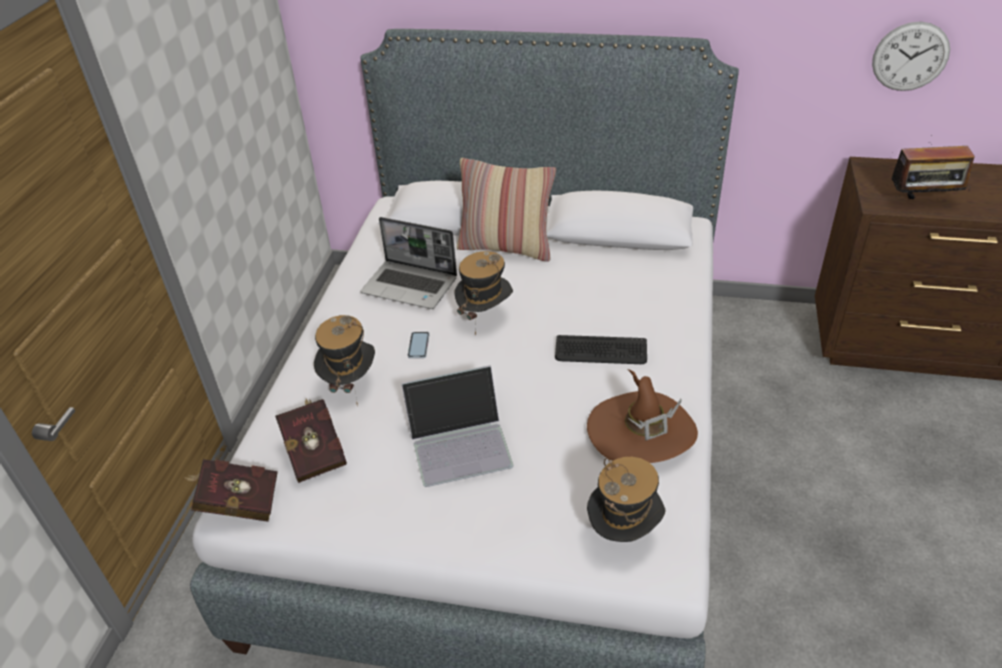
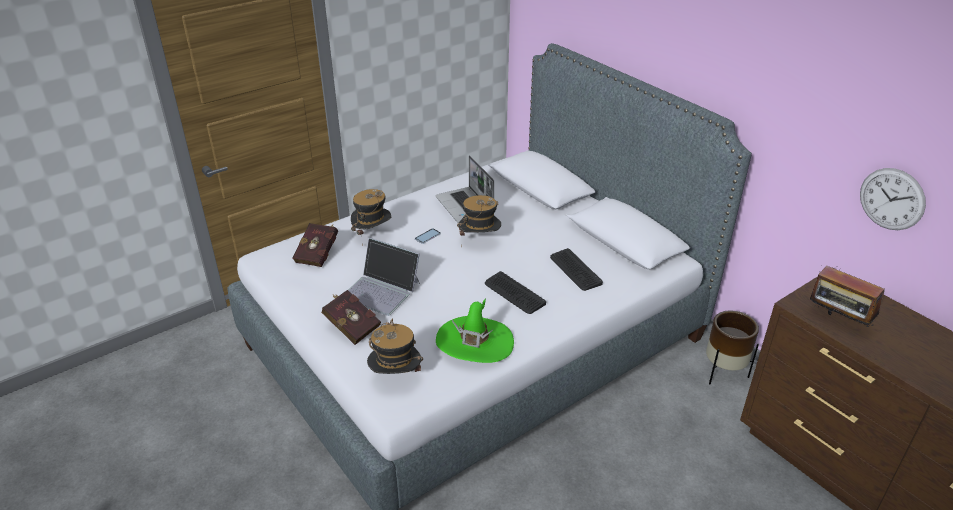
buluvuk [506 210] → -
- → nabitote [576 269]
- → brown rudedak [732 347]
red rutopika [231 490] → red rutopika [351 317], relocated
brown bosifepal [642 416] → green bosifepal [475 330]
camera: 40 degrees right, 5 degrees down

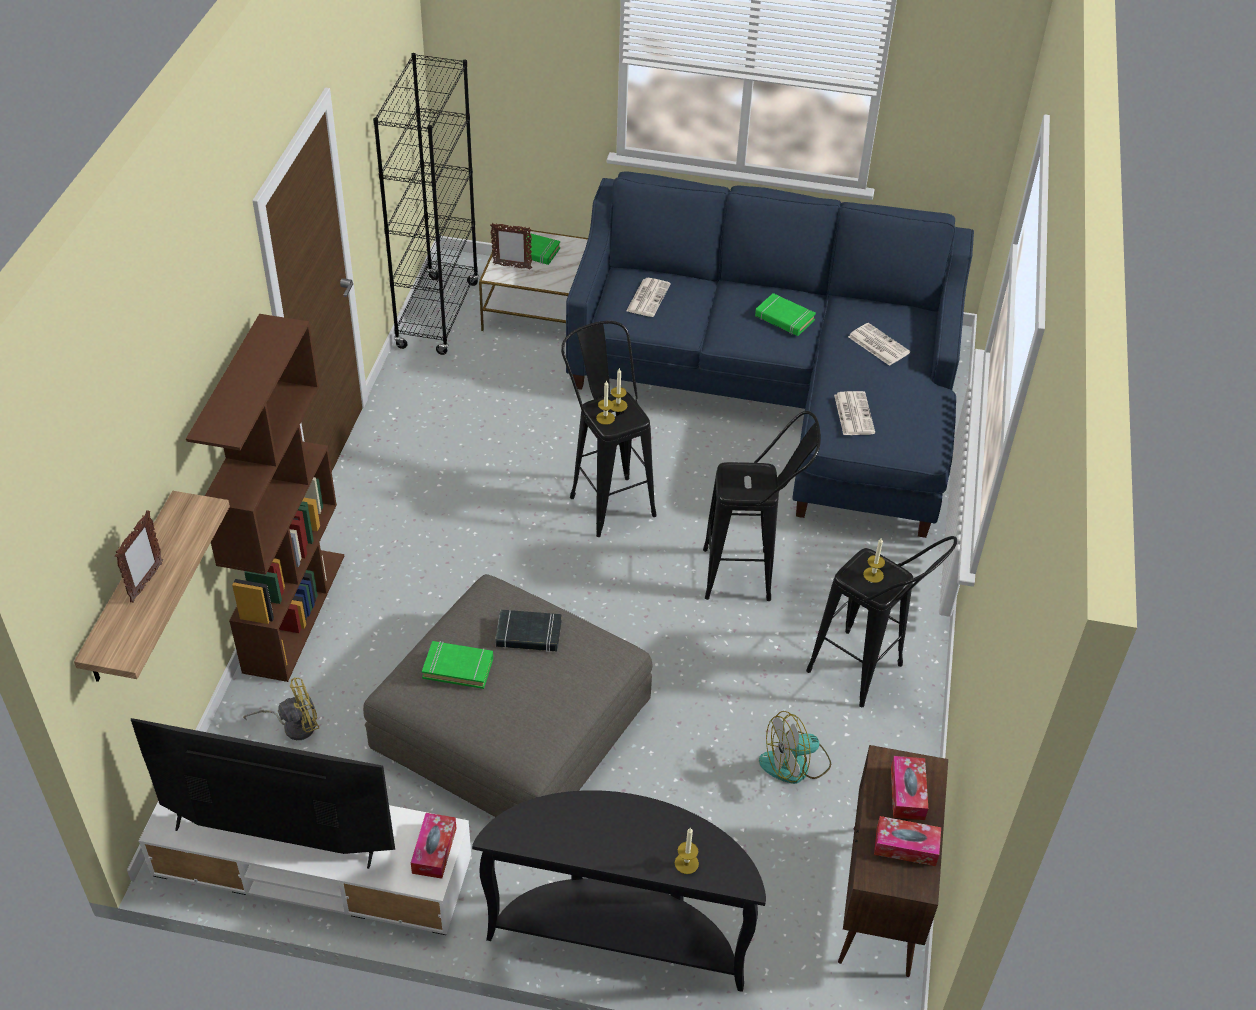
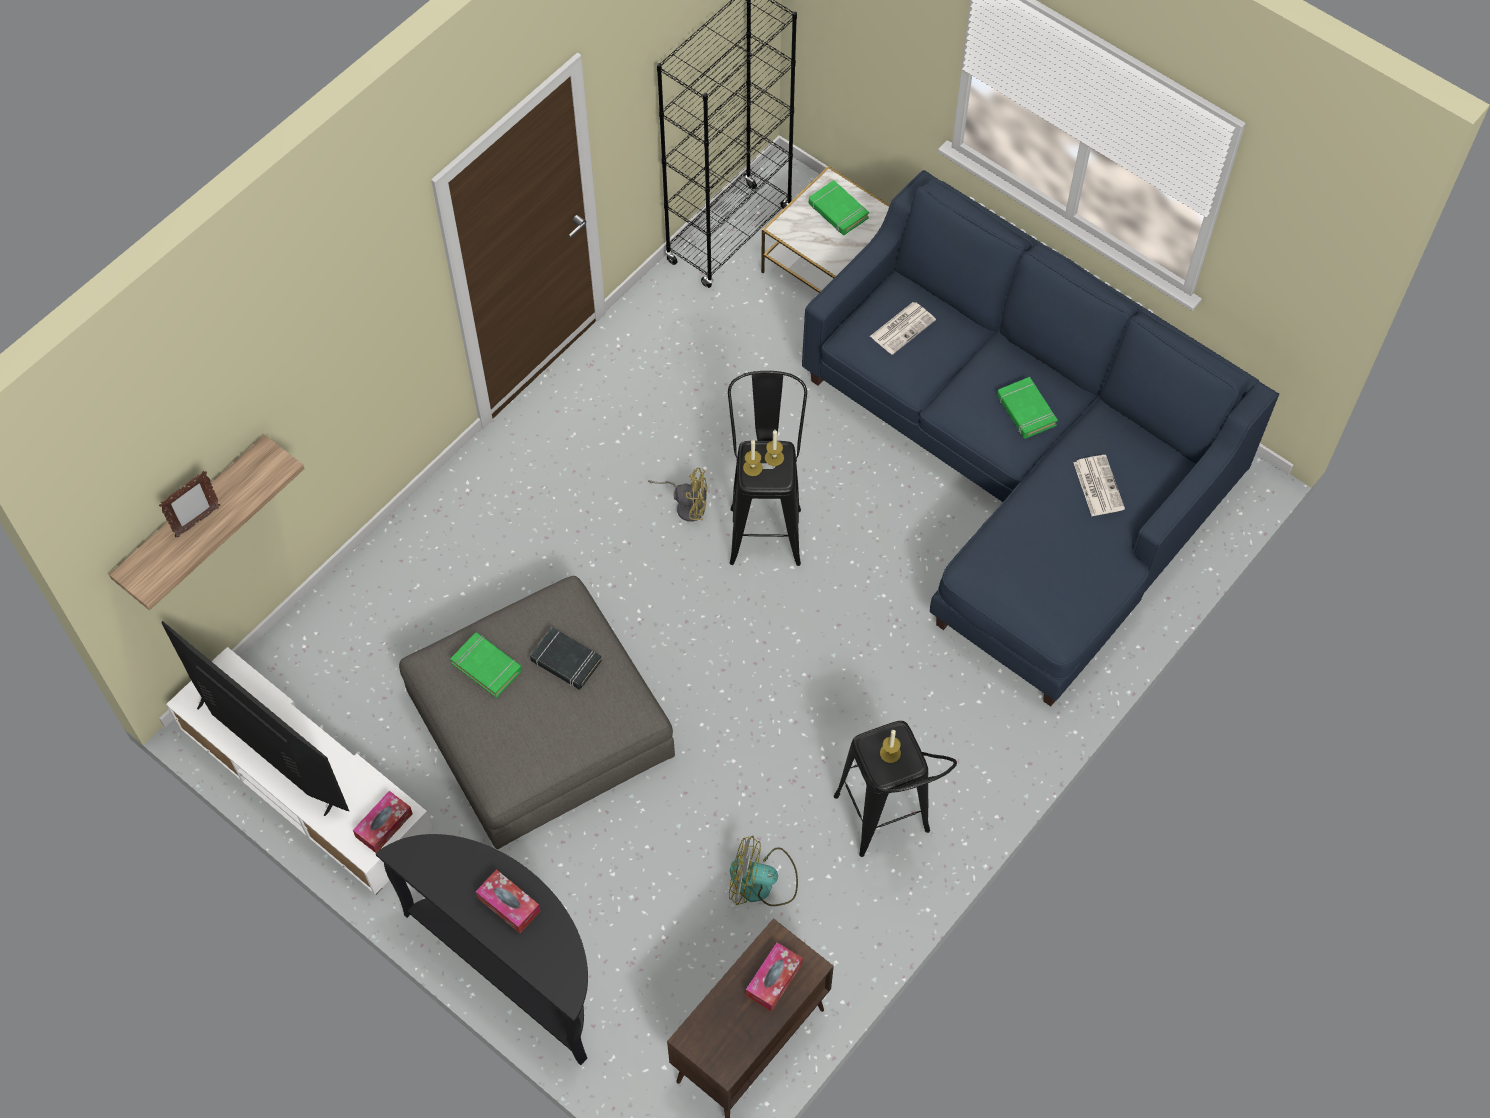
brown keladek [265 498] → -
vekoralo [511 246] → -
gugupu [687 850] → -
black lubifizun [762 506] → -
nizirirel [854 413] → -
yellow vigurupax [281 708] → yellow vigurupax [678 495], relocated
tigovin [907 841] → tigovin [508 901], relocated
camera: 30 degrees right, 15 degrees up

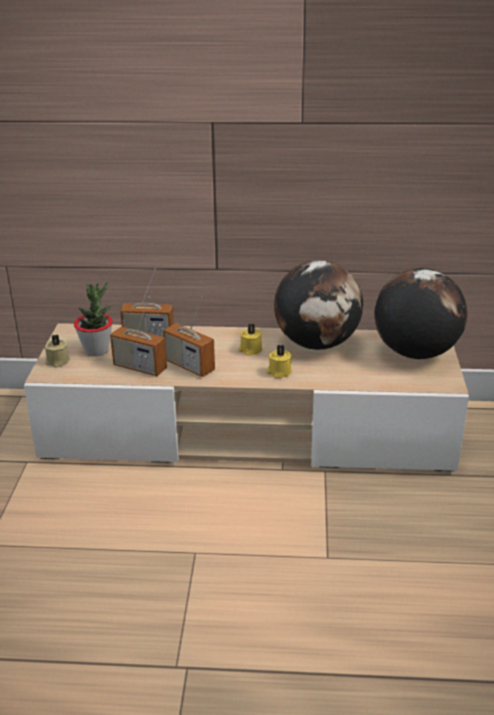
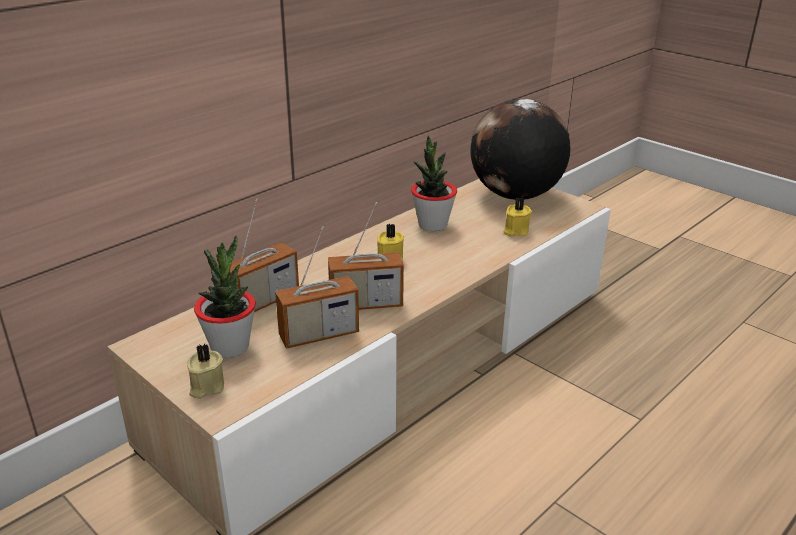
yellow gugupu [279 361] → yellow gugupu [517 216], relocated
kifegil [319 305] → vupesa [434 183]
camera: 50 degrees left, 0 degrees up

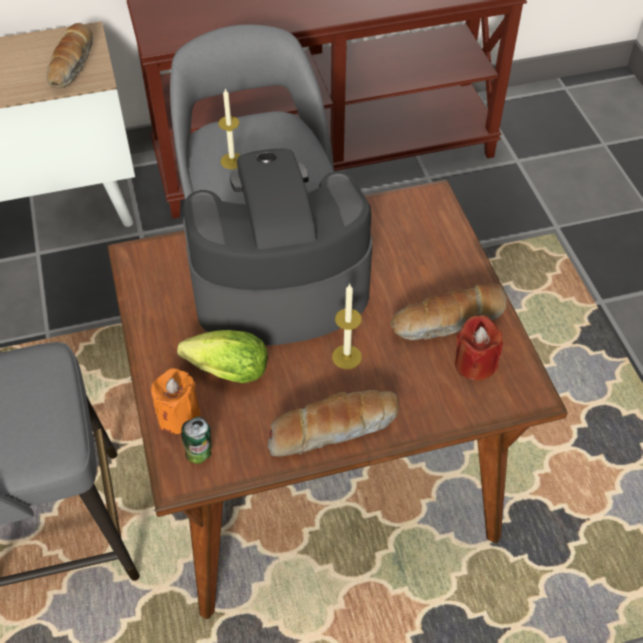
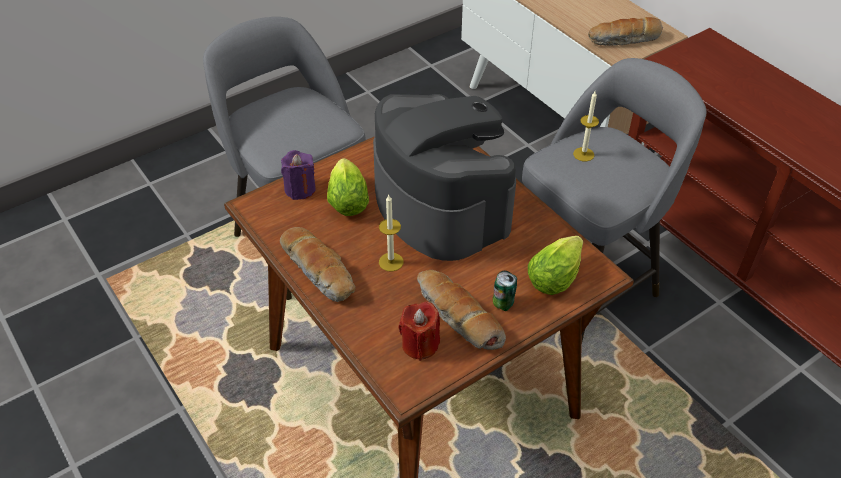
- → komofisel [555 265]
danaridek [196 440] → danaridek [505 291], relocated
orange gugupu [176 401] → purple gugupu [298 175]
camera: 70 degrees right, 5 degrees down

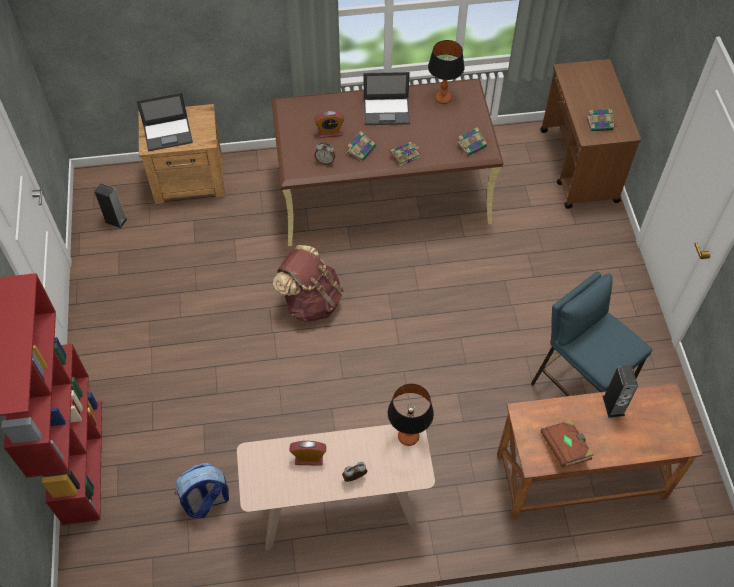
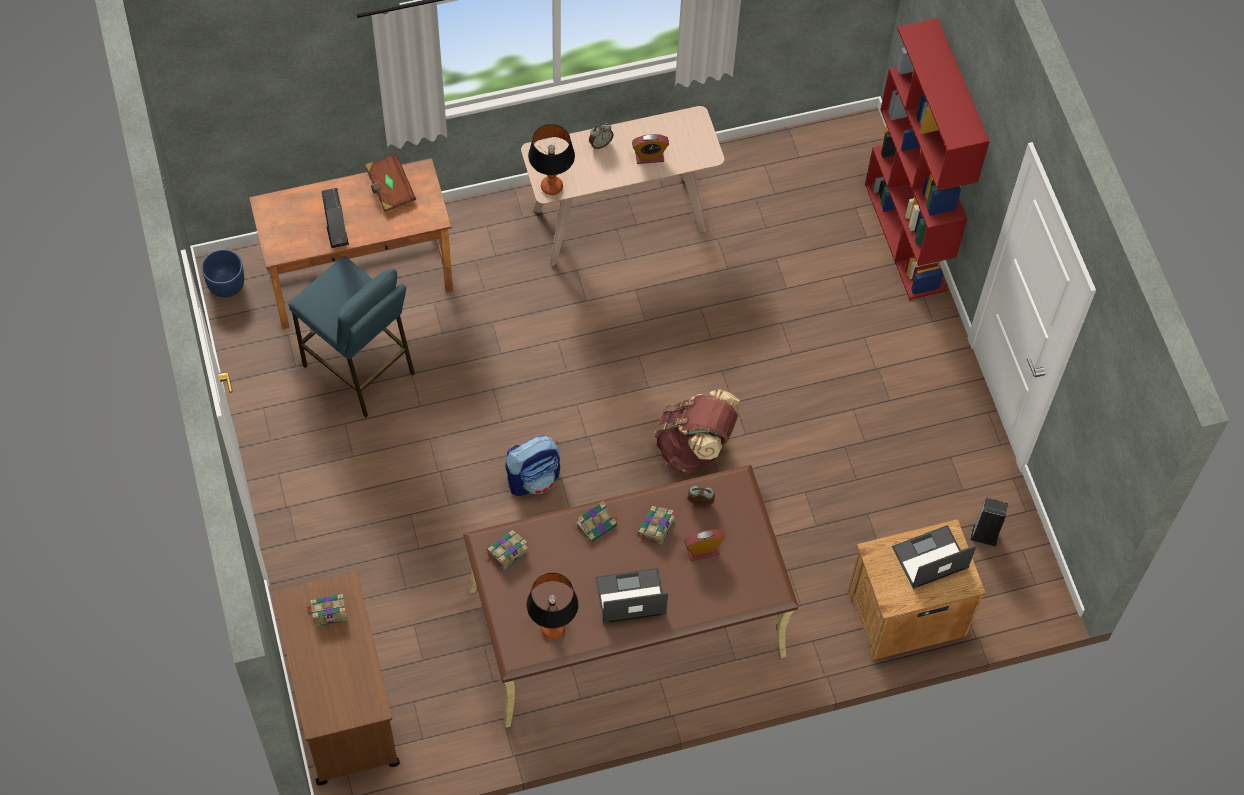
- → blue rudedak [223 273]
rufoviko [202 490] → rufoviko [532 465], relocated
camera: 170 degrees right, 5 degrees up

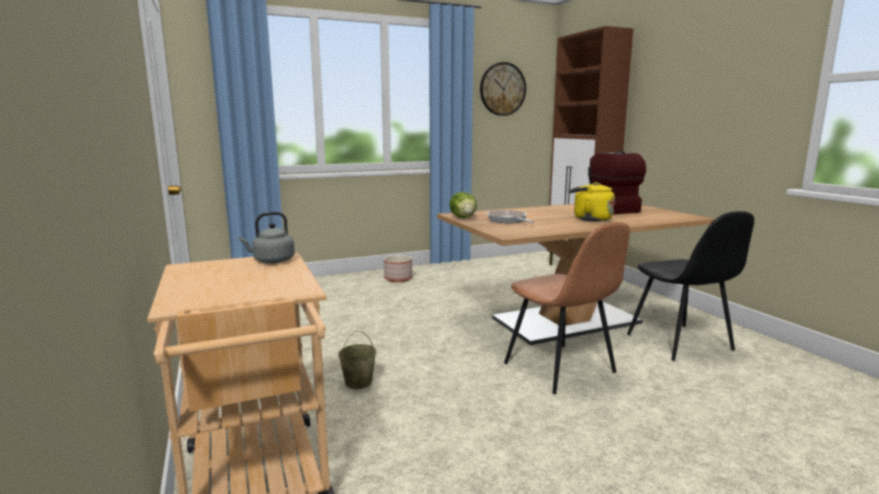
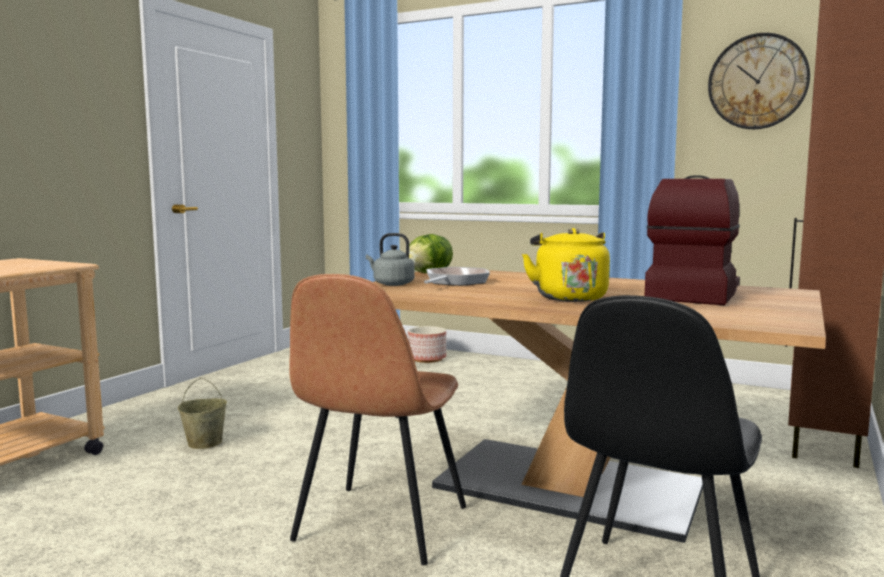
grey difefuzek [267 237] → grey difefuzek [390 259], relocated
rudedak [398 268] → rudedak [427 344], relocated
camera: 50 degrees right, 5 degrees down

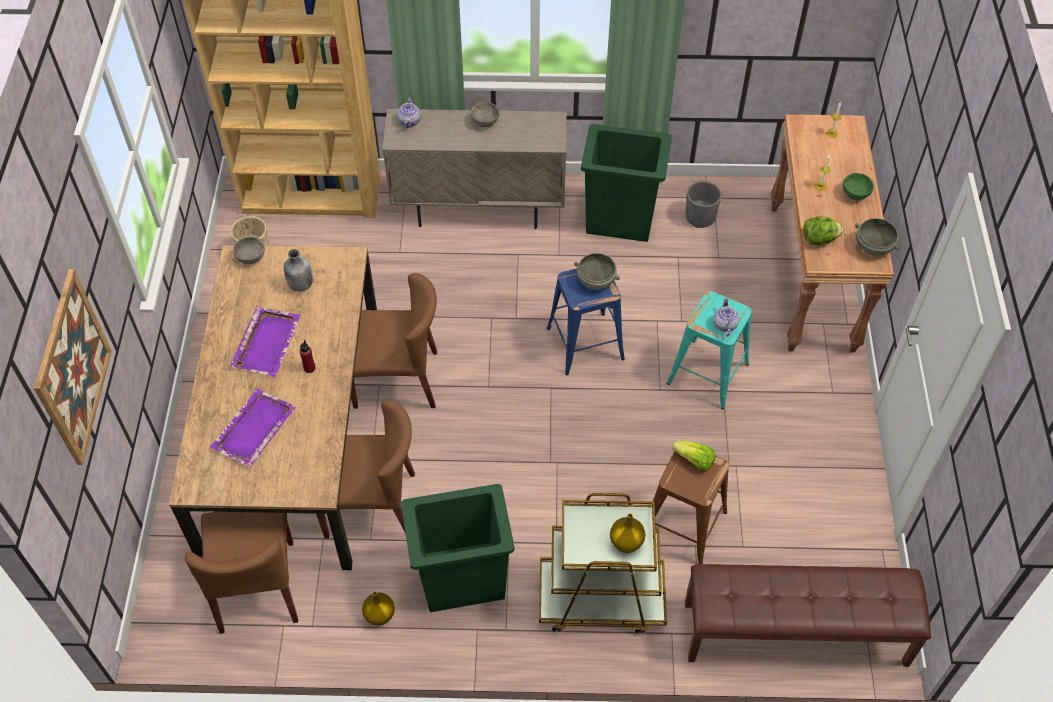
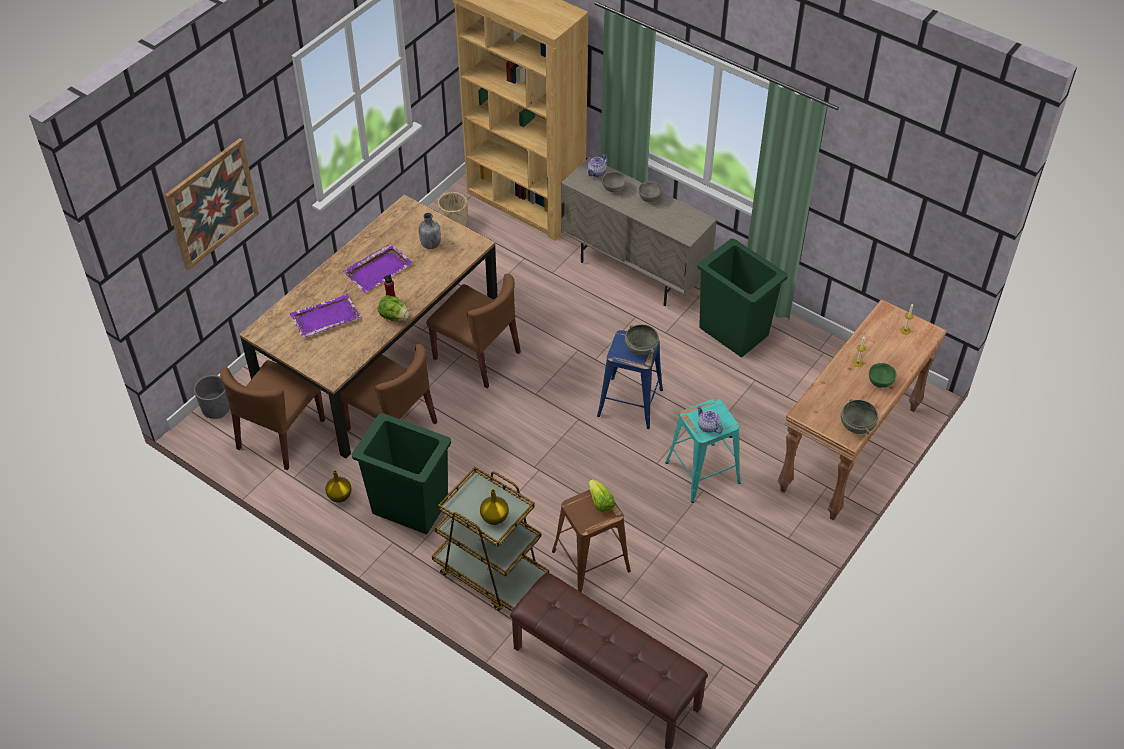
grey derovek [249 250] → grey derovek [614 182], relocated
grey rudedak [703 204] → grey rudedak [212 397], relocated
komofisel [823 230] → komofisel [393 308], relocated
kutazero [726 316] → kutazero [710 419], 75 degrees counterclockwise
camera: 35 degrees right, 5 degrees down

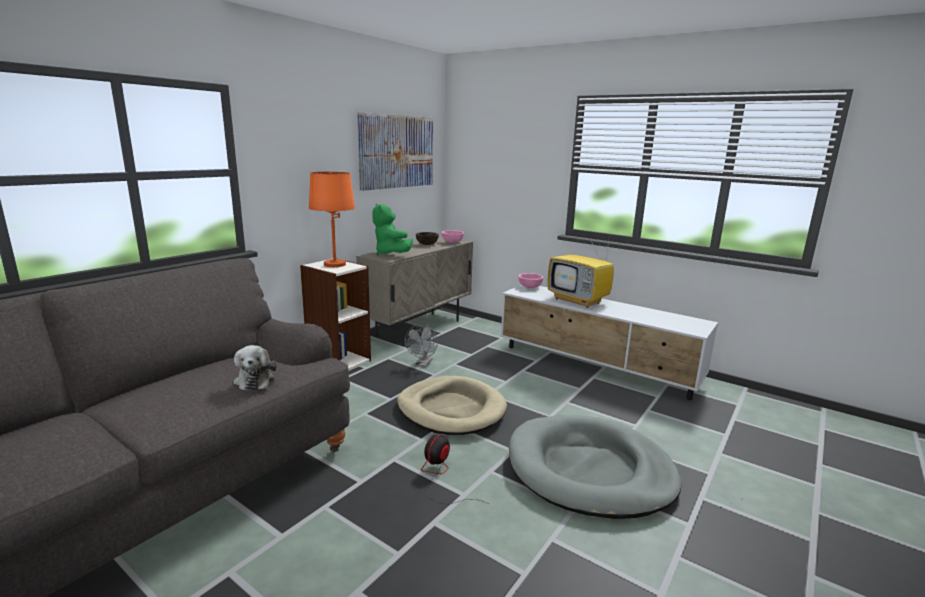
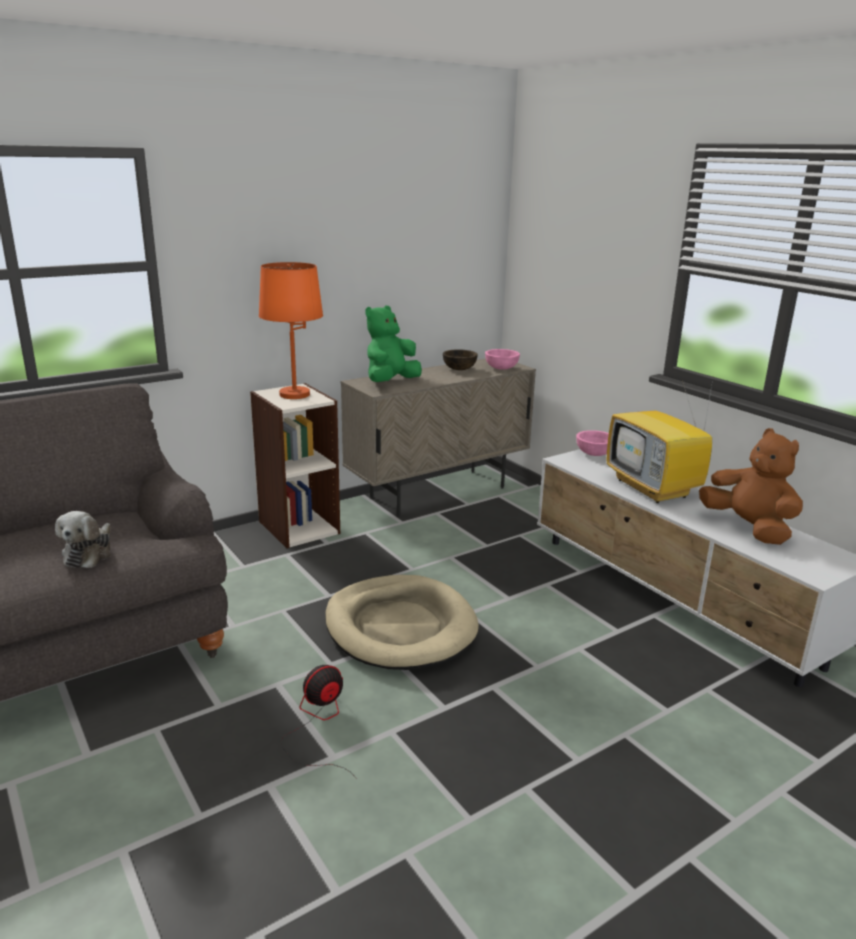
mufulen [395 151] → -
grey vigurupax [421 345] → -
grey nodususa [595 467] → -
- → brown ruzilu [751 486]
green ruzilu [392 229] → green ruzilu [393 343], 45 degrees clockwise
camera: 20 degrees right, 5 degrees up

